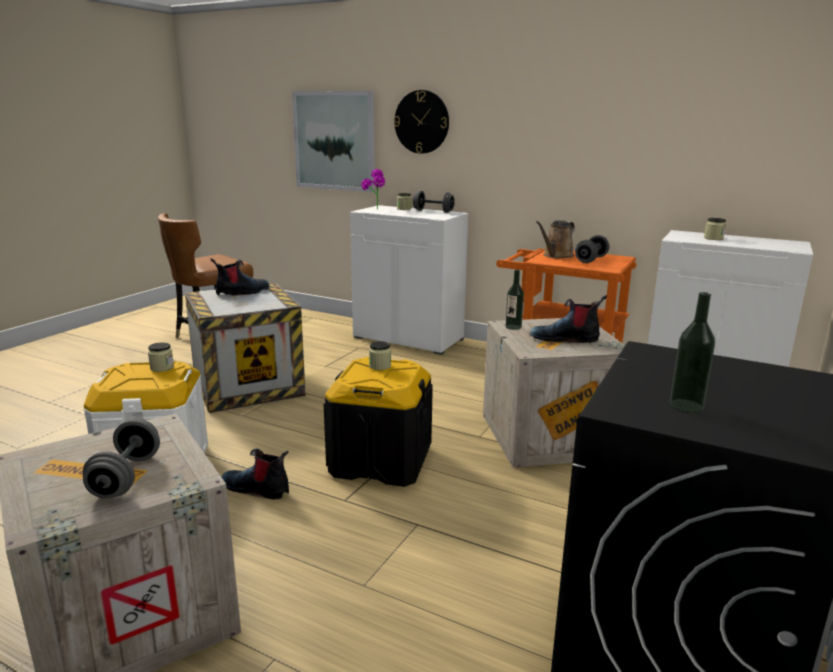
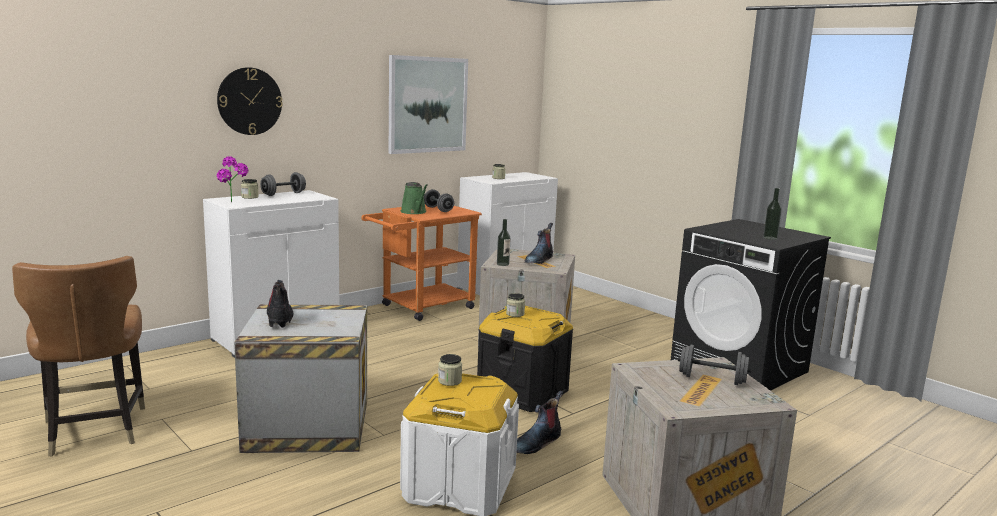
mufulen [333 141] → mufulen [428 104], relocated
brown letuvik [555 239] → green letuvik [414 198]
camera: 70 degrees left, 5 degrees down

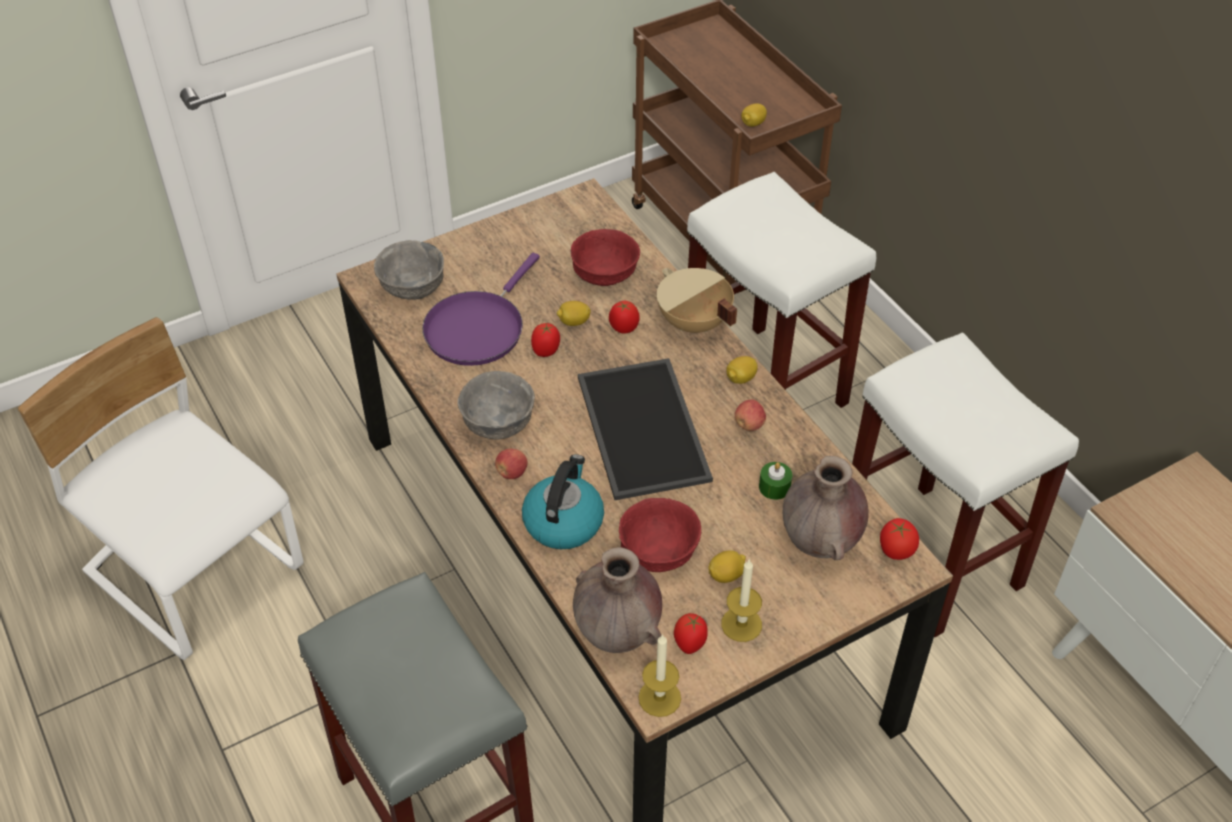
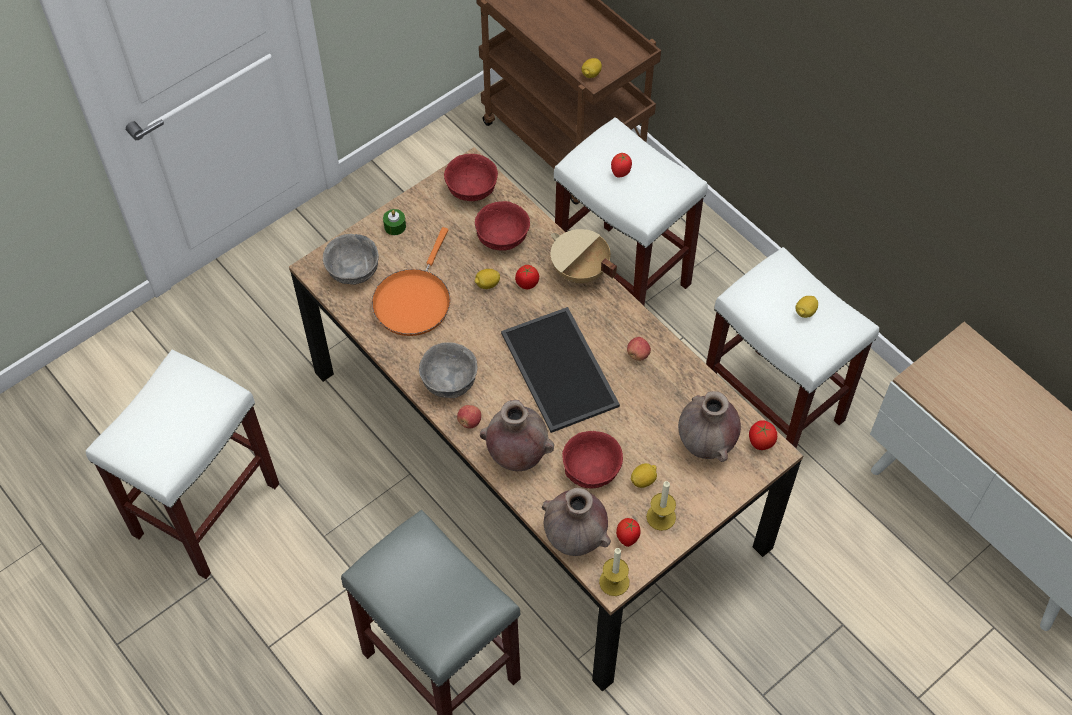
- → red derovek [471 177]
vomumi [545 340] → vomumi [621 165], relocated
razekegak [742 370] → razekegak [806 307], relocated
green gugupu [775 481] → green gugupu [394 222], relocated
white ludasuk [160 488] → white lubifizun [182 464]
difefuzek [563 501] → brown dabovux [517 435]
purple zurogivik [481 309] → orange zurogivik [411 281]
camera: 10 degrees left, 10 degrees up

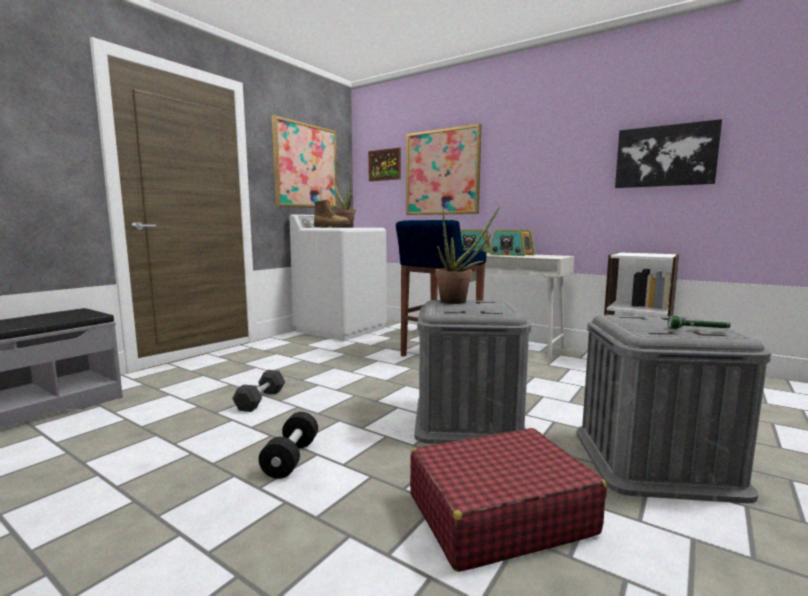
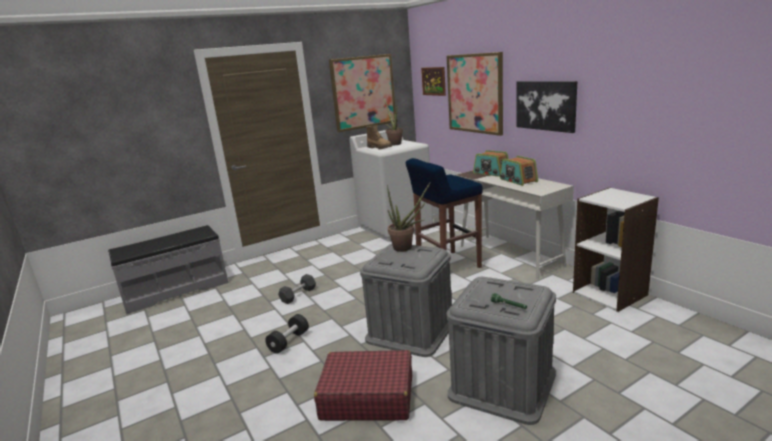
mufulen [668 153] → mufulen [546 107], relocated
camera: 25 degrees right, 10 degrees up

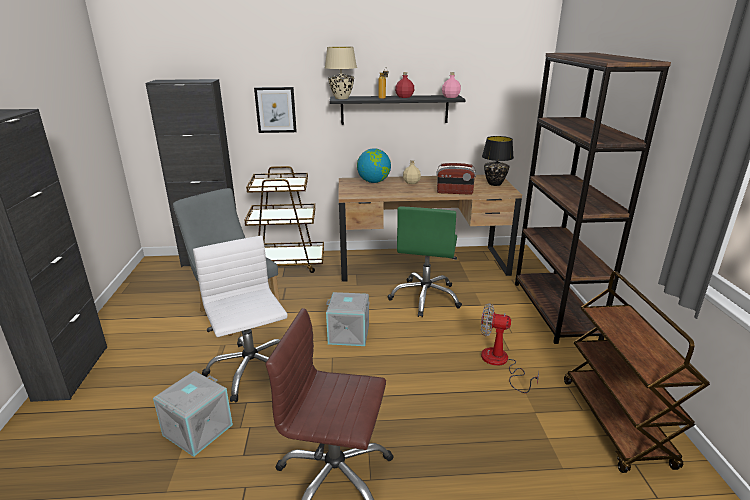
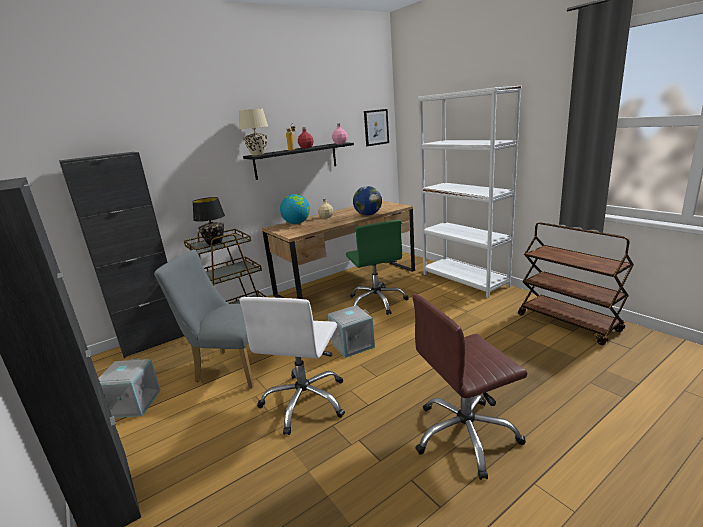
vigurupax [510 348] → -
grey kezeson [193 414] → grey kezeson [129 388], relocated
mufulen [275 110] → mufulen [376 127], relocated
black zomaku [498 161] → black zomaku [209 221], relocated
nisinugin [456 179] → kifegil [367 201]
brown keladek [593 198] → white keladek [470 192]
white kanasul [240 319] → white kanasul [292 366], 105 degrees counterclockwise
camera: 30 degrees left, 5 degrees down

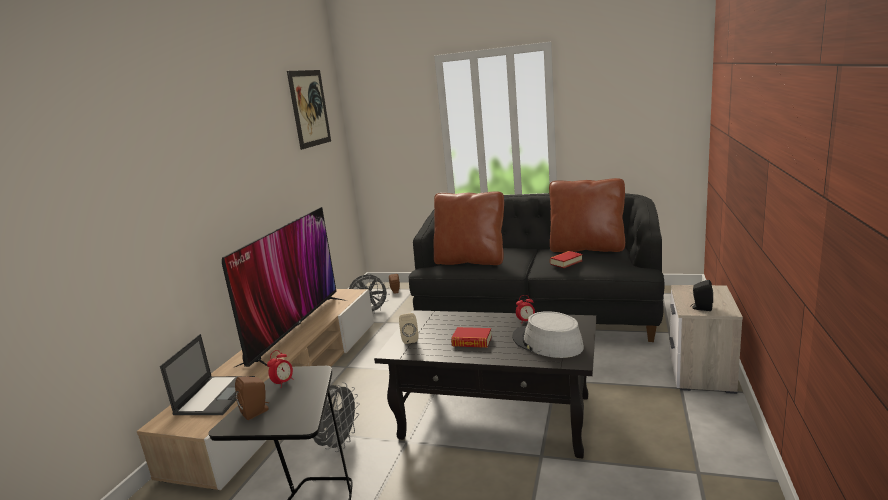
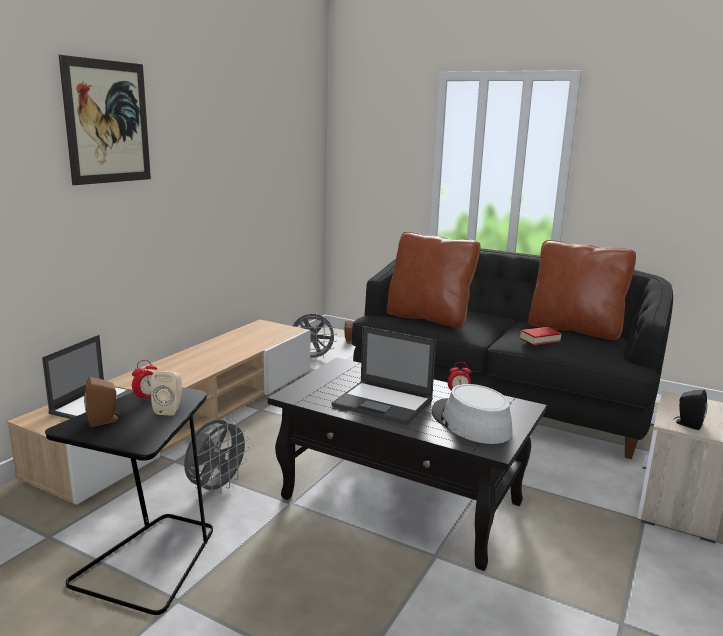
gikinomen [285 287] → -
mufulen [309 110] → mufulen [105 120], relocated
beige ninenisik [409 328] → beige ninenisik [166 393], relocated
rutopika [471 337] → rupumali [383 375]
camera: 10 degrees right, 0 degrees up

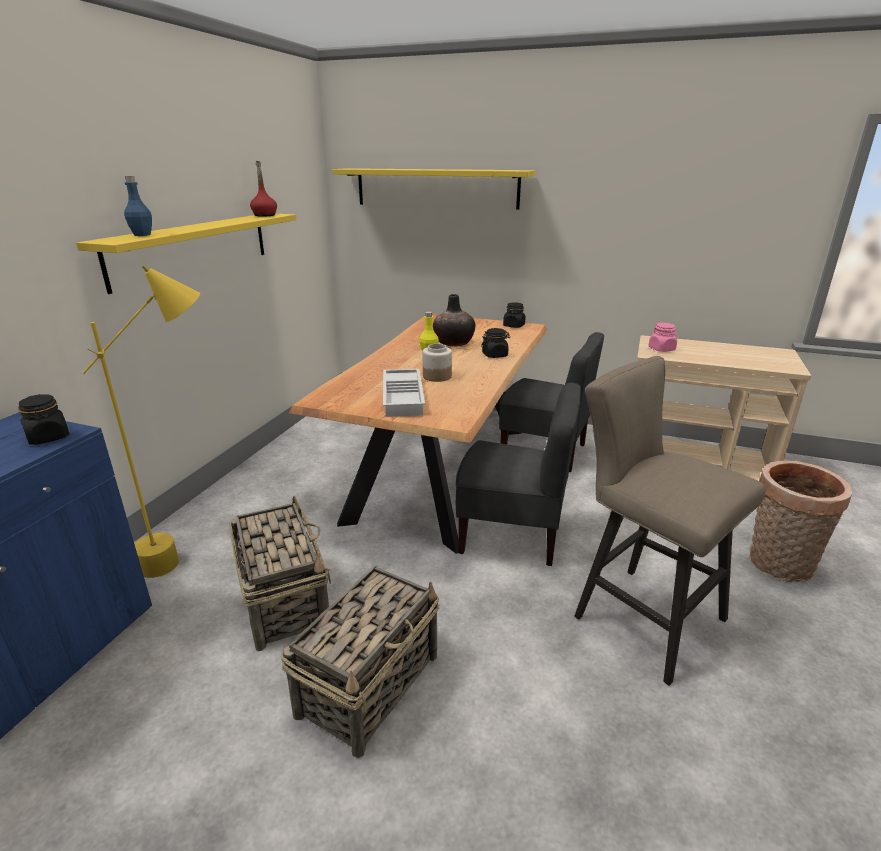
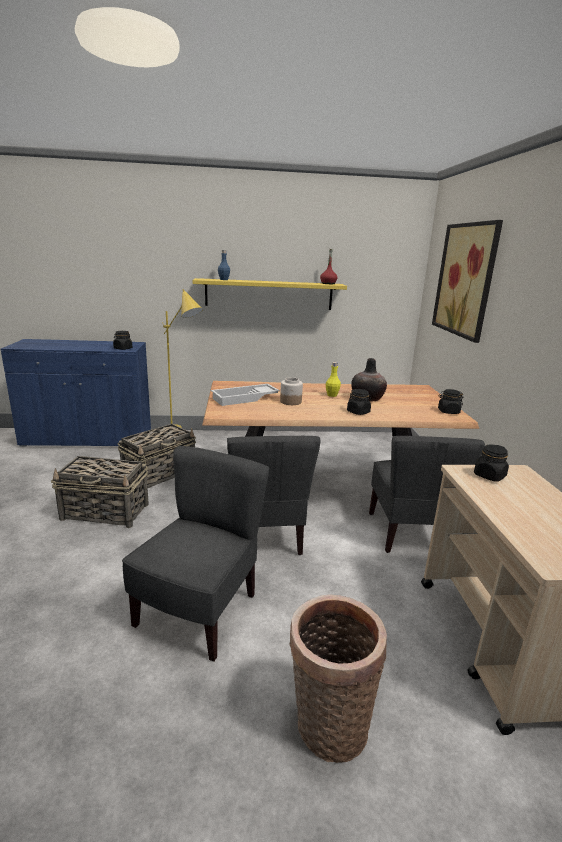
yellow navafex [433 189] → mufulen [467 281]
beige lubifizun [669 521] → grey ludasuk [195 554]
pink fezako [662 337] → black fezako [491 463]
camera: 65 degrees right, 5 degrees down

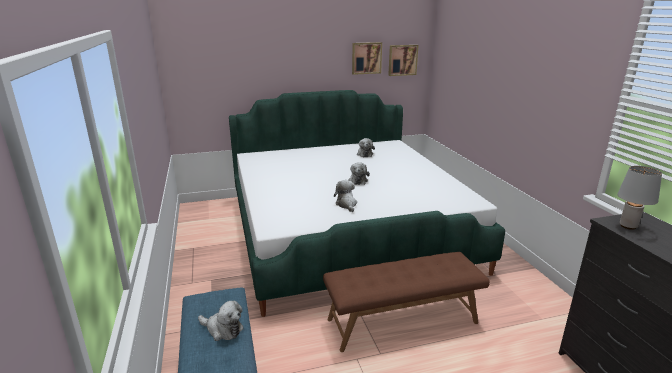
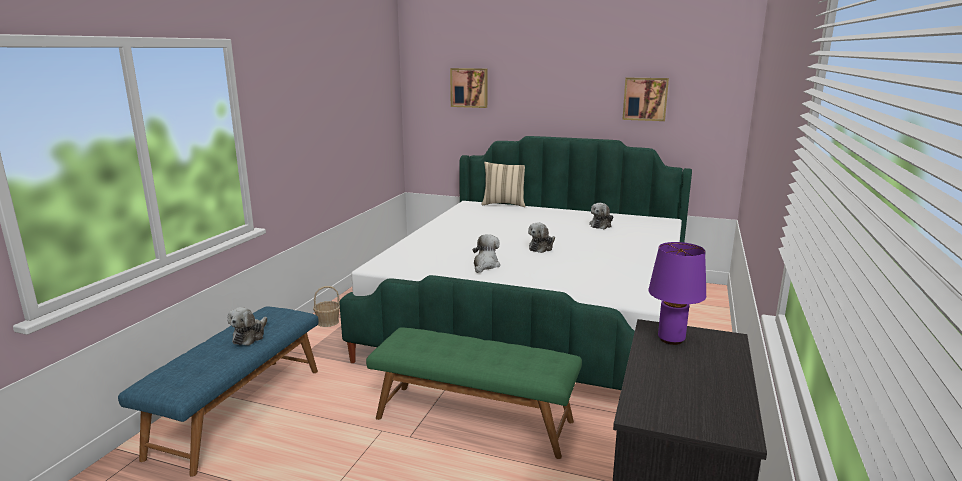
- → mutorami [326 306]
- → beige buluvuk [503 184]
mufulen [403 60] → mufulen [468 88], relocated
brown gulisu [406 302] → green gulisu [474 393]
grey zomaku [639 198] → purple zomaku [677 293]
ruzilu [220 321] → ruzilu [247 326], 45 degrees clockwise
camera: 35 degrees right, 5 degrees down

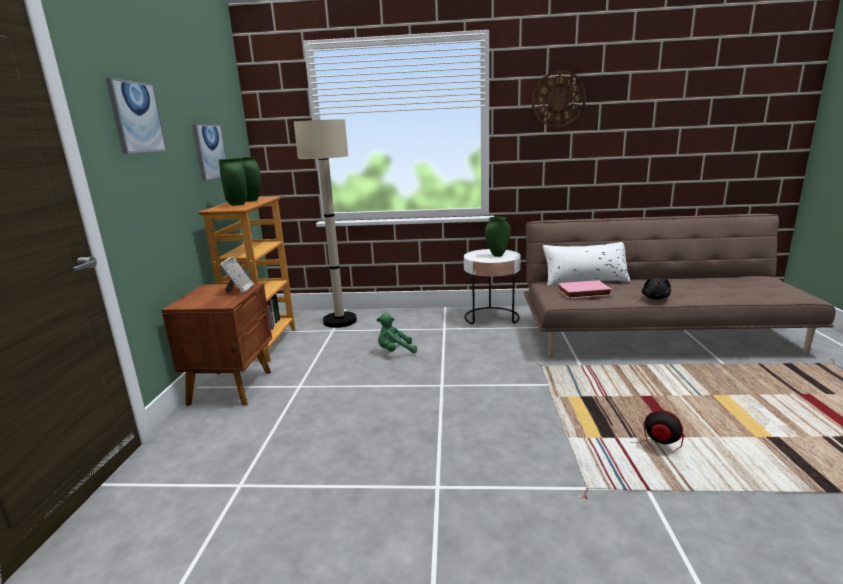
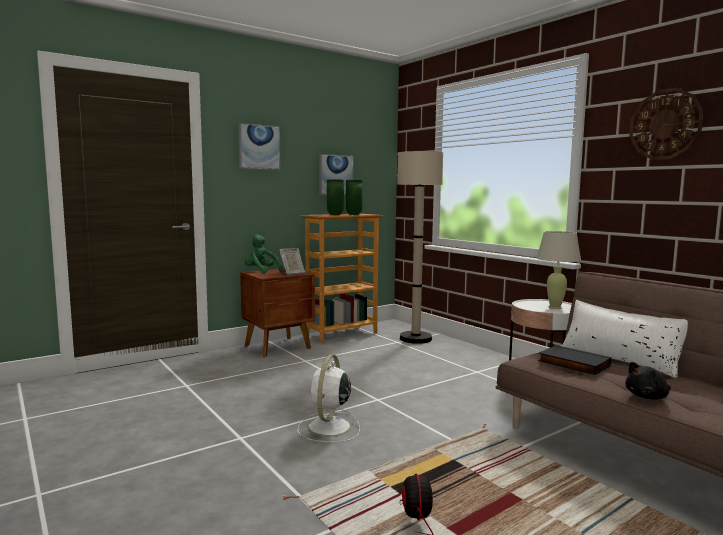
- → white vigurupax [328 398]
green ruzilu [396 333] → green ruzilu [263 254], relocated
green dabovux [498 237] → beige zomaku [558 270]
pink rutopika [585 289] → black rutopika [574 360]
camera: 50 degrees right, 10 degrees down

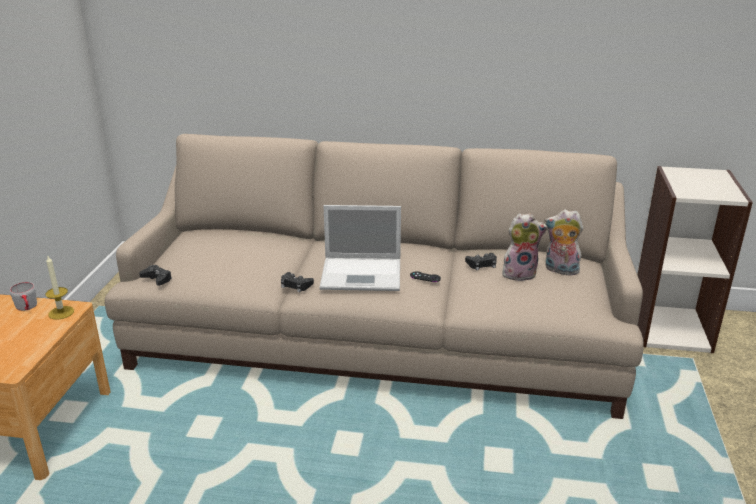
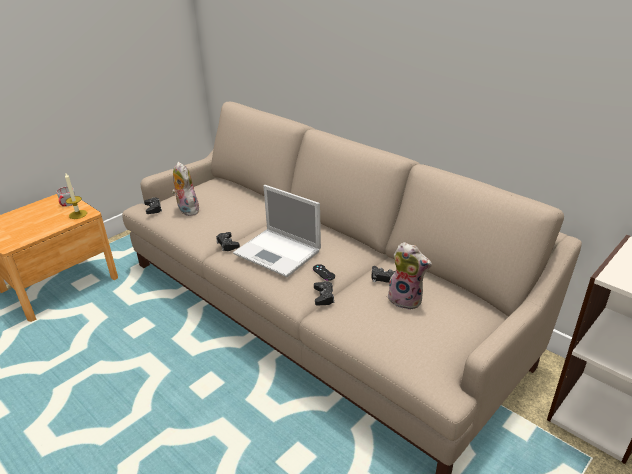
- → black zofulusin [324 293]
ruzilu [563 243] → ruzilu [185 189], relocated
camera: 35 degrees right, 5 degrees up

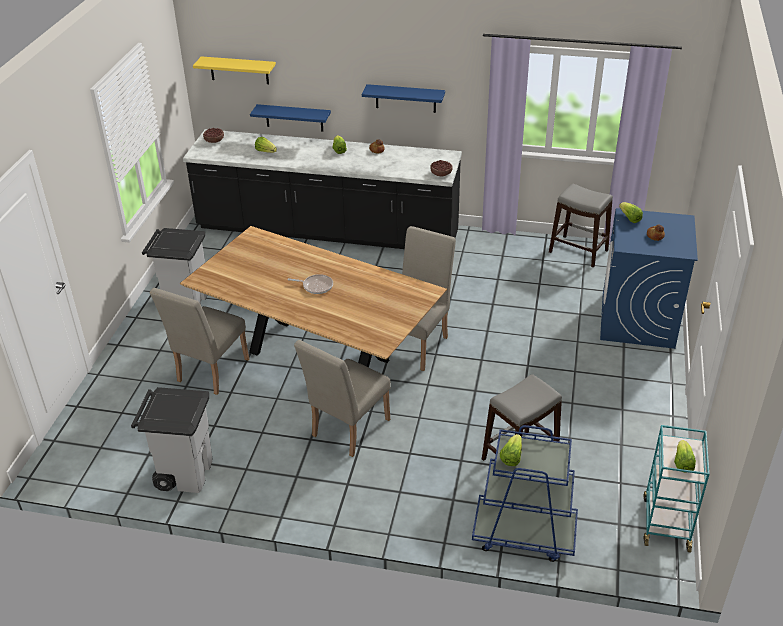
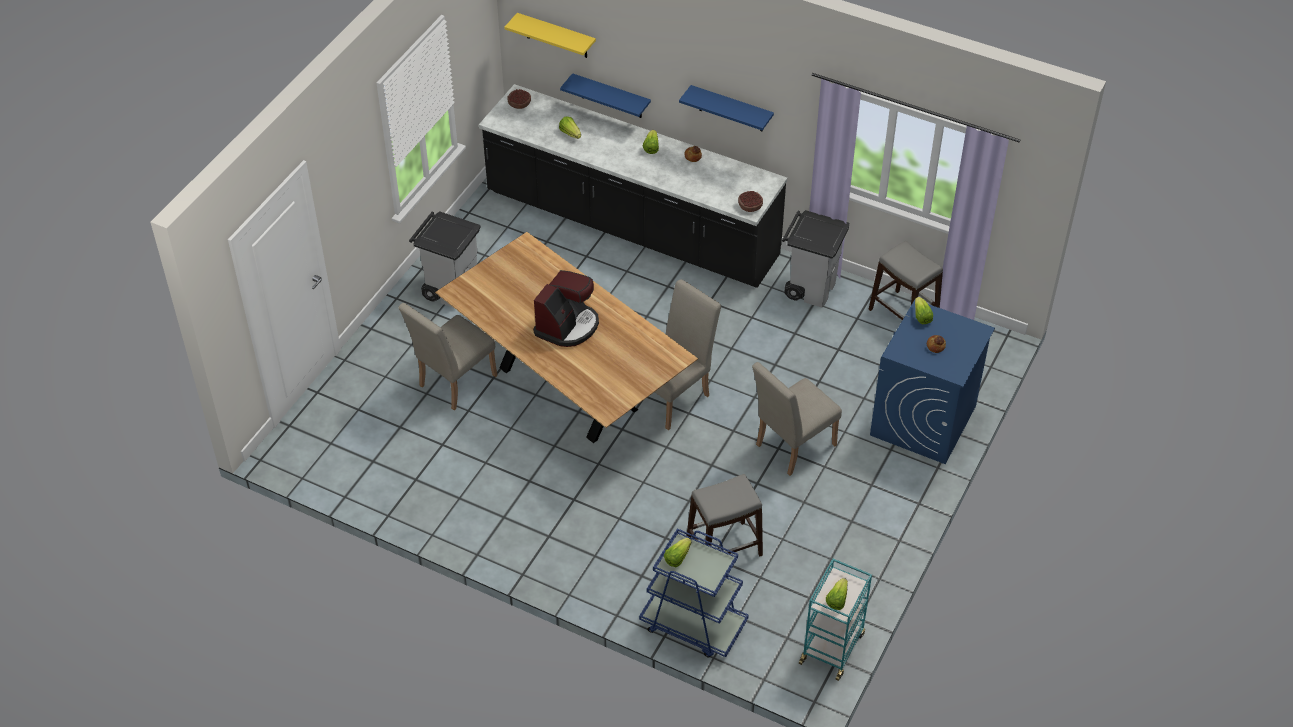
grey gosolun [171 440] → grey gosolun [815 259], relocated
beige ludasuk [342 398] → beige ludasuk [797 419], relocated
zurogivik [310 284] → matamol [566 308]
camera: 15 degrees right, 10 degrees up

